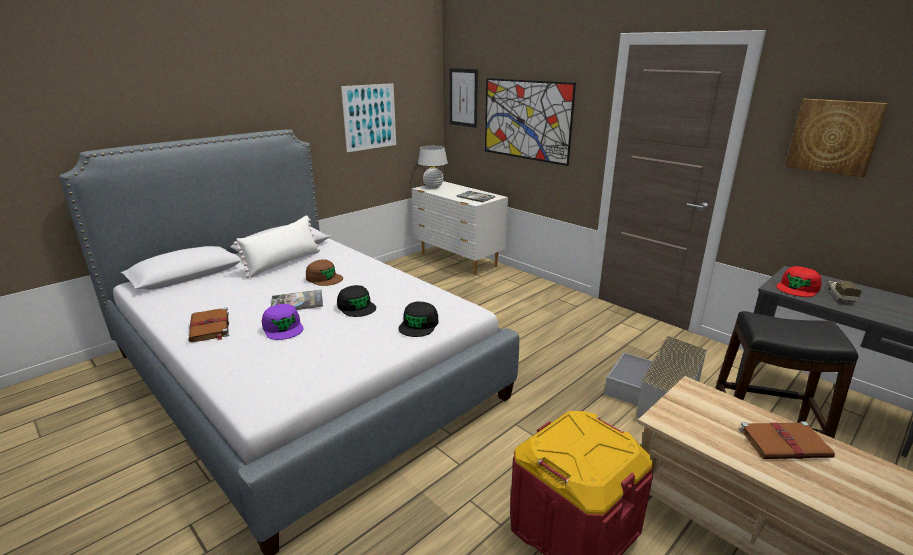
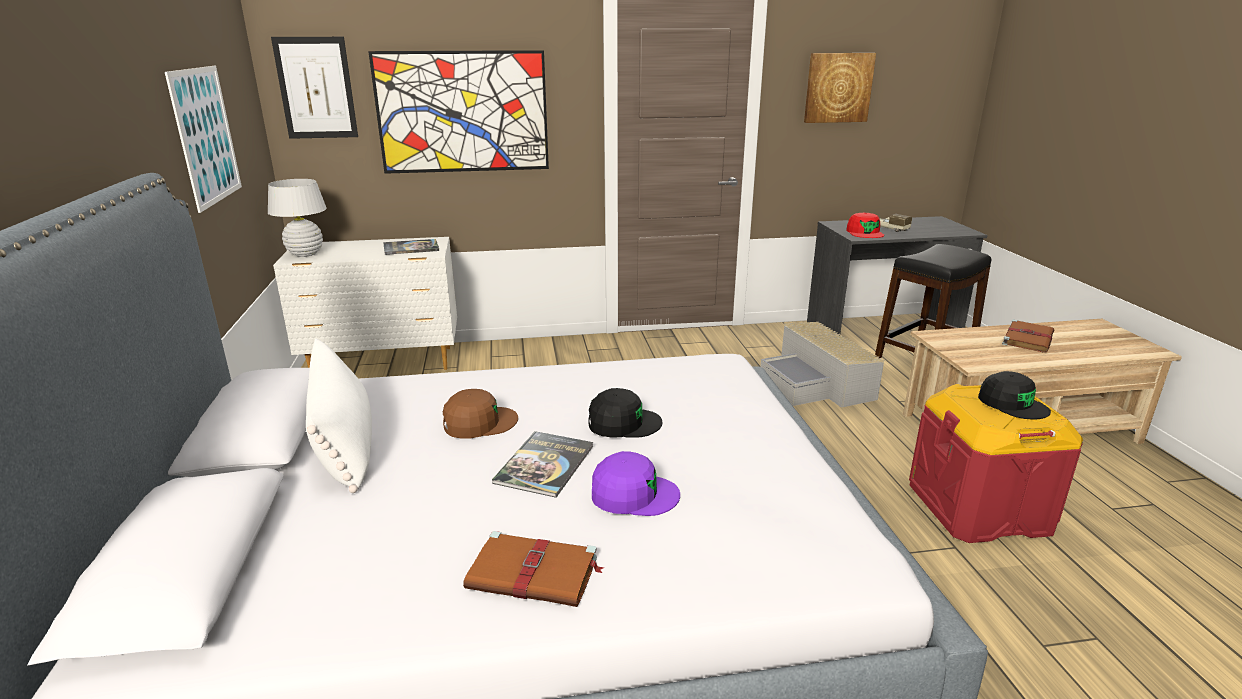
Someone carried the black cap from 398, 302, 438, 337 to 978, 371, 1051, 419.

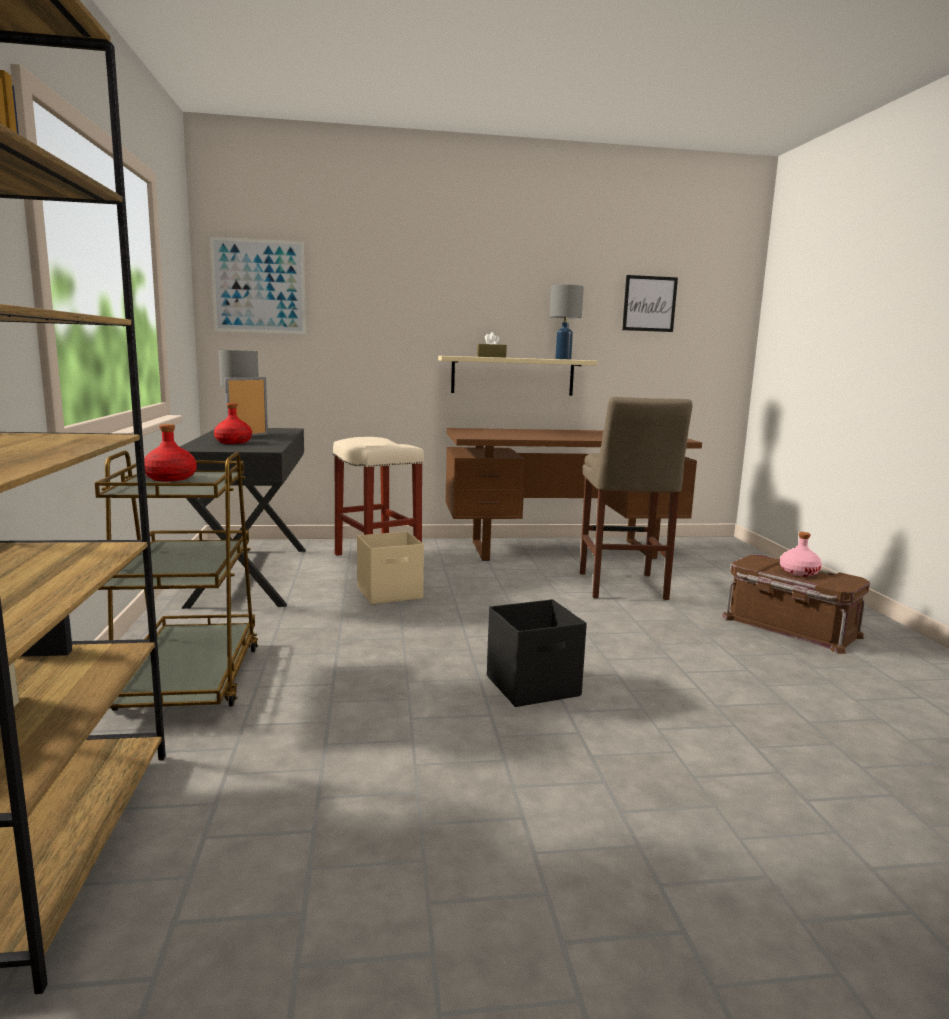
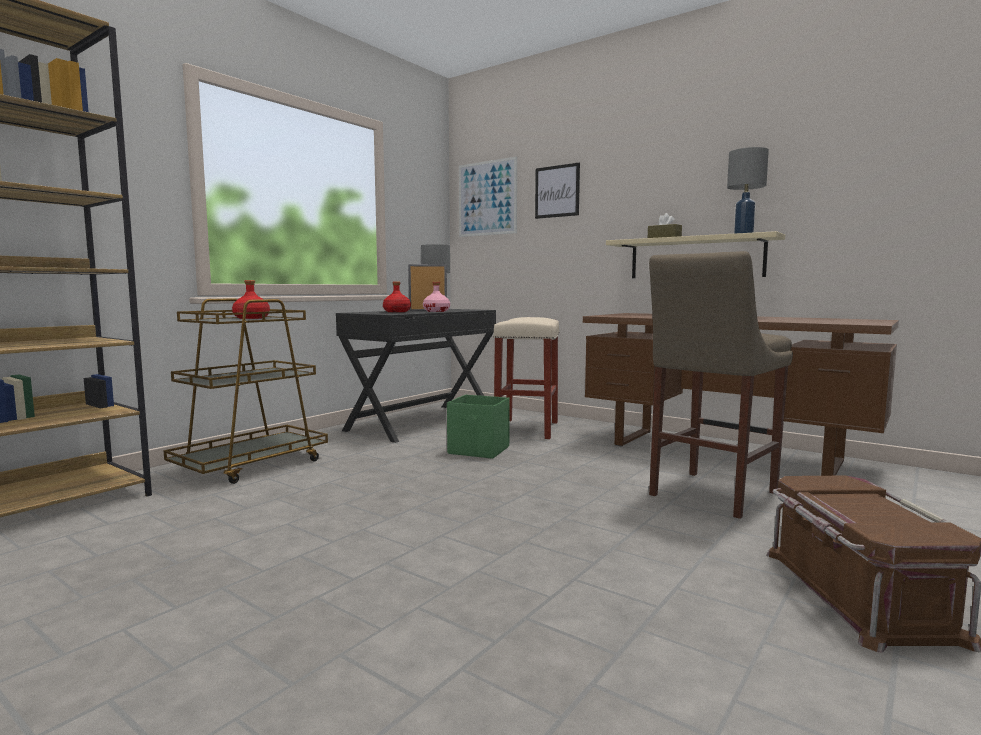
Someone repainted the beige storage box at 357, 531, 424, 604, which became the green storage box at 447, 395, 510, 459.
Someone took away the black storage box at 487, 599, 587, 707.
Someone carried the picture from 622, 275, 678, 332 to 535, 163, 580, 219.
Someone carried the pink bottle from 780, 532, 822, 577 to 423, 282, 450, 312.

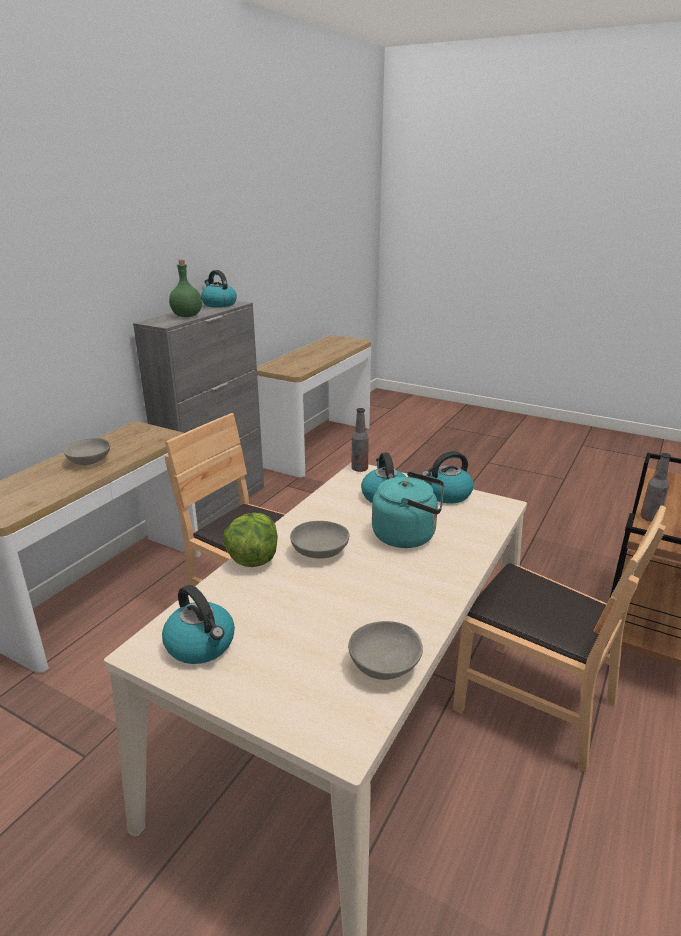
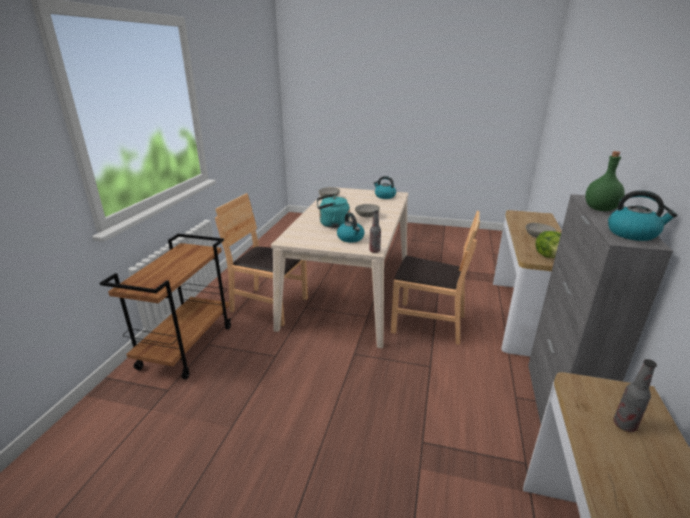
Someone carried the lettuce from 223, 513, 278, 567 to 535, 231, 561, 258.
Someone took away the kettle at 422, 451, 473, 503.
Someone carried the bottle from 640, 453, 671, 522 to 613, 359, 657, 432.

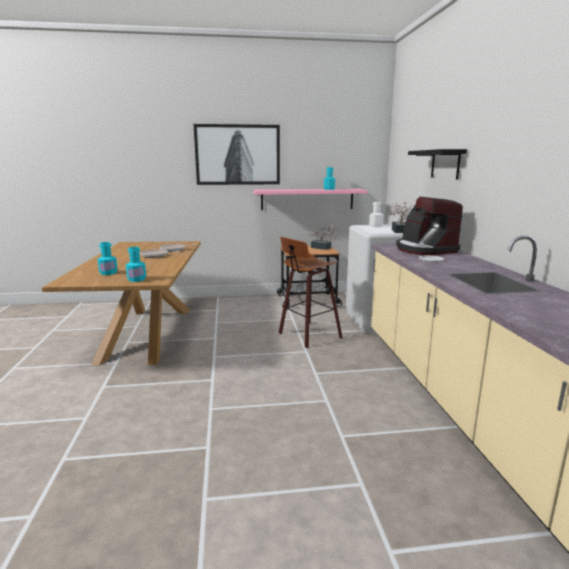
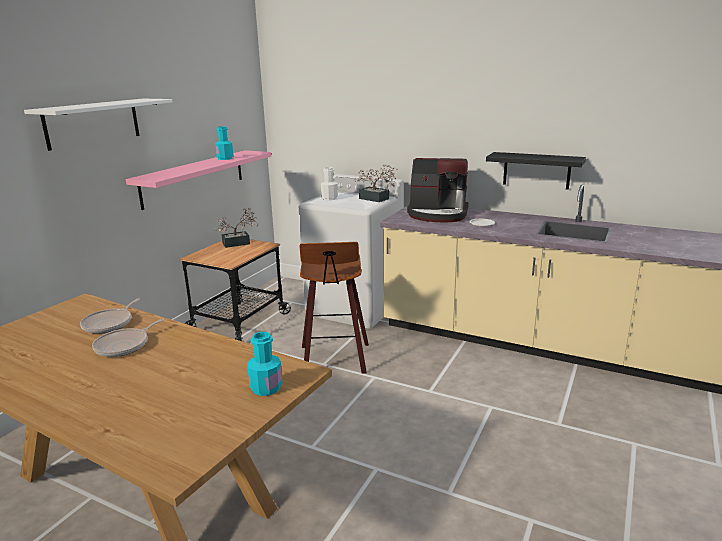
Someone took away the turquoise bottle at 98, 242, 118, 275.
Someone swapped the picture at 194, 124, 280, 185 for the white shelf at 24, 99, 173, 151.
Someone carried the black shelf from 408, 149, 467, 180 to 486, 152, 586, 190.

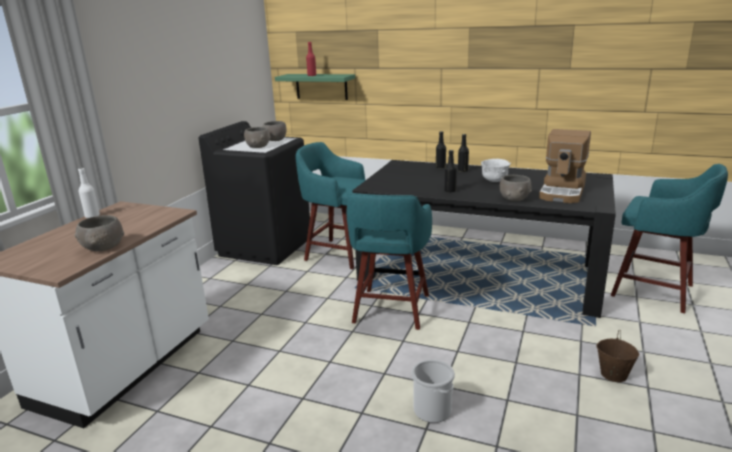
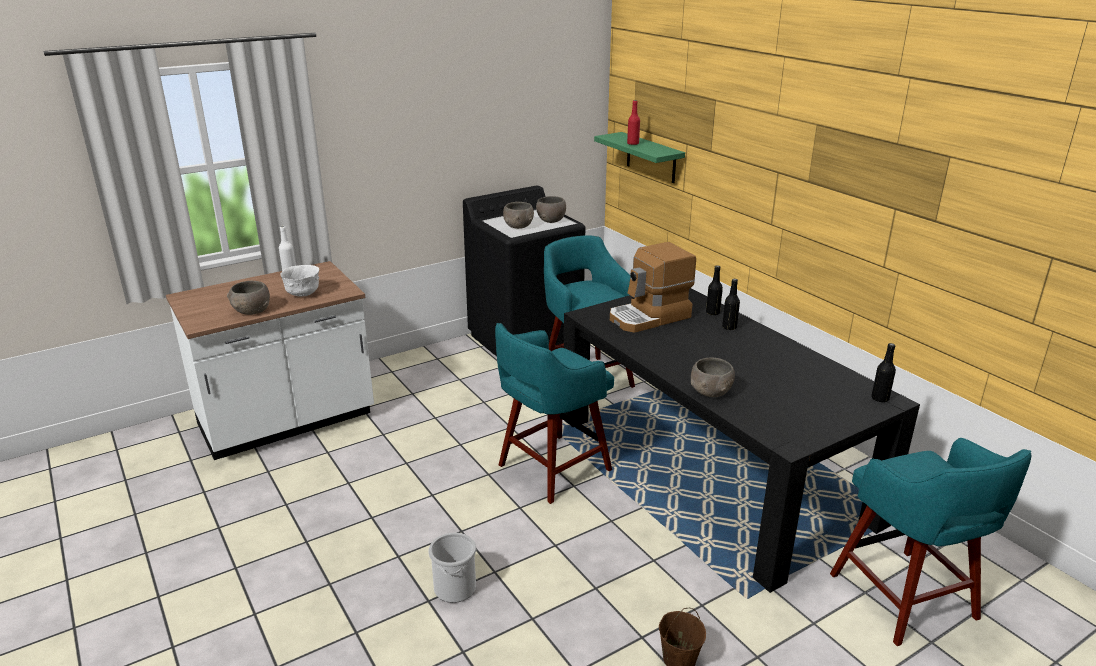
Someone carried the black bottle from 445, 150, 457, 192 to 871, 343, 896, 402.
Someone carried the white bowl from 481, 159, 511, 182 to 280, 265, 319, 297.
Someone carried the coffee machine from 539, 129, 591, 203 to 610, 242, 696, 333.

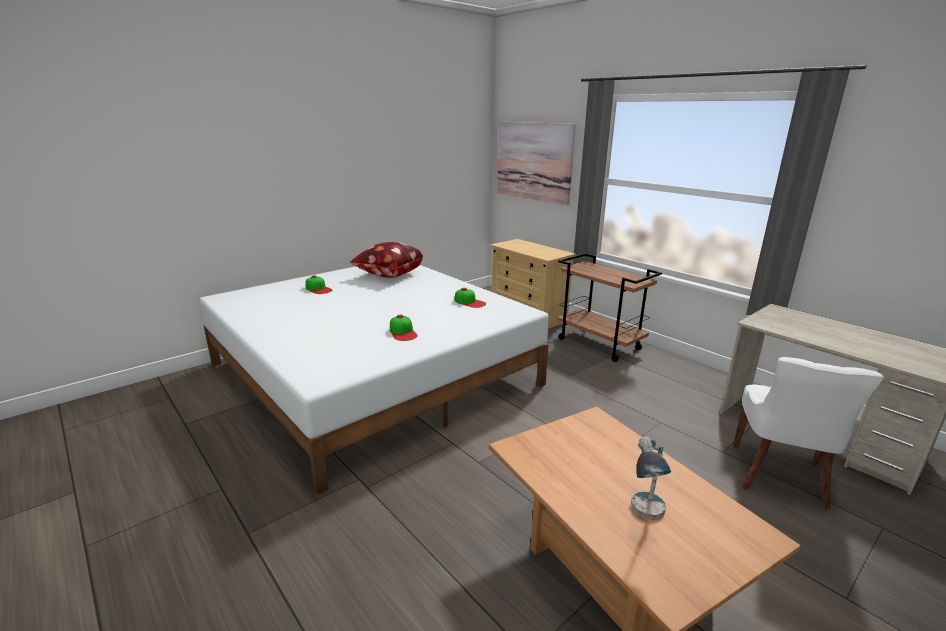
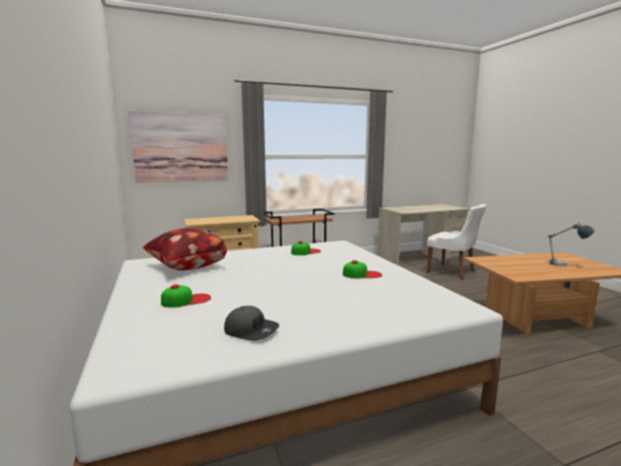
Someone put down the grey cap at 224, 306, 279, 341.

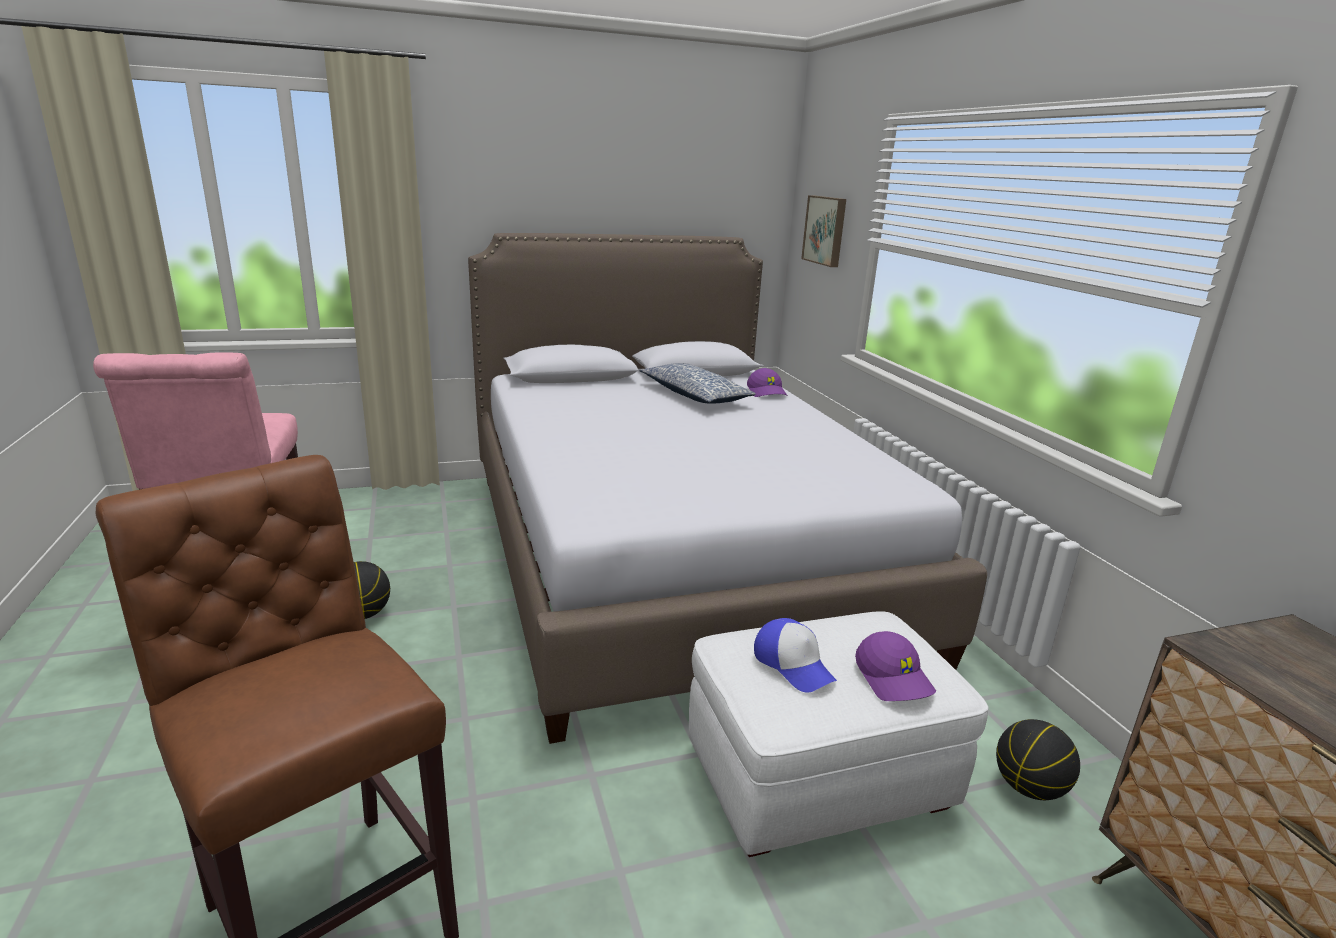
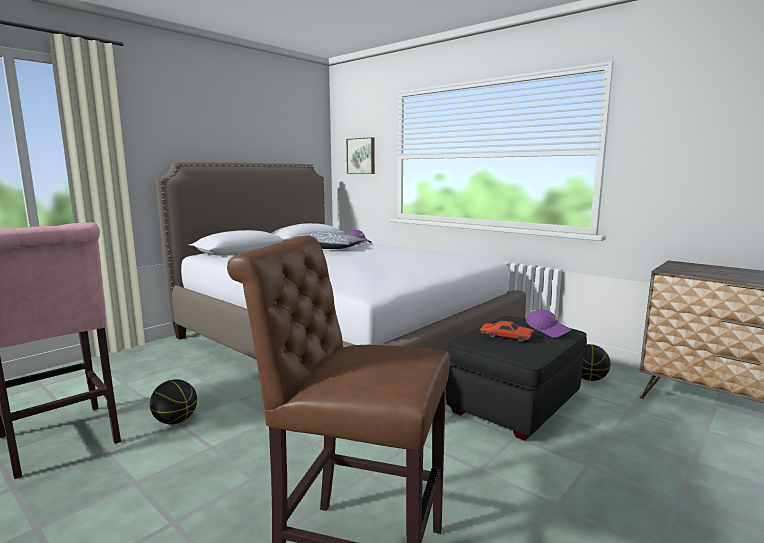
Someone repainted the white ottoman at 689, 611, 989, 857, which became the black ottoman at 446, 316, 587, 441.
Someone swapped the cap at 754, 618, 837, 693 for the red toy car at 480, 321, 534, 342.

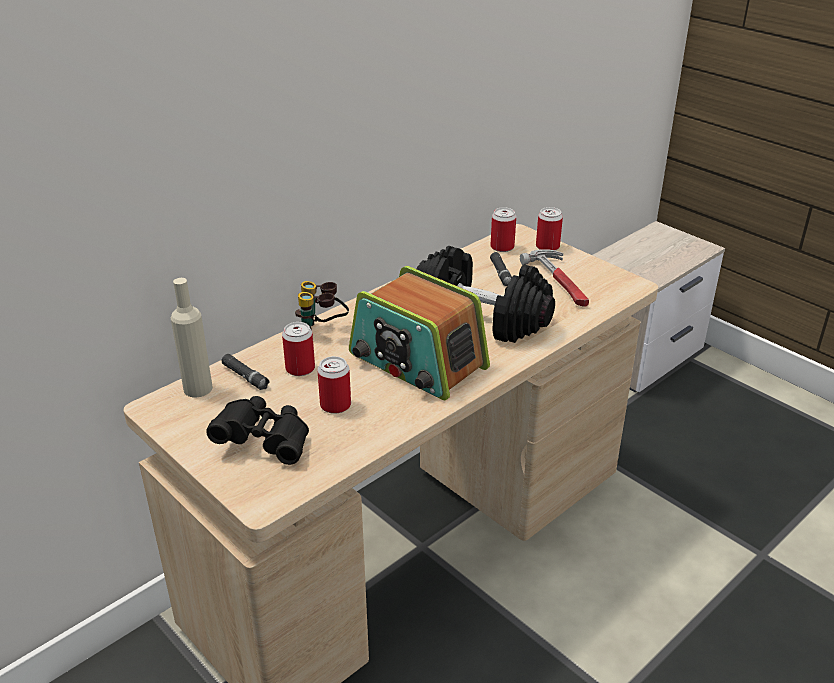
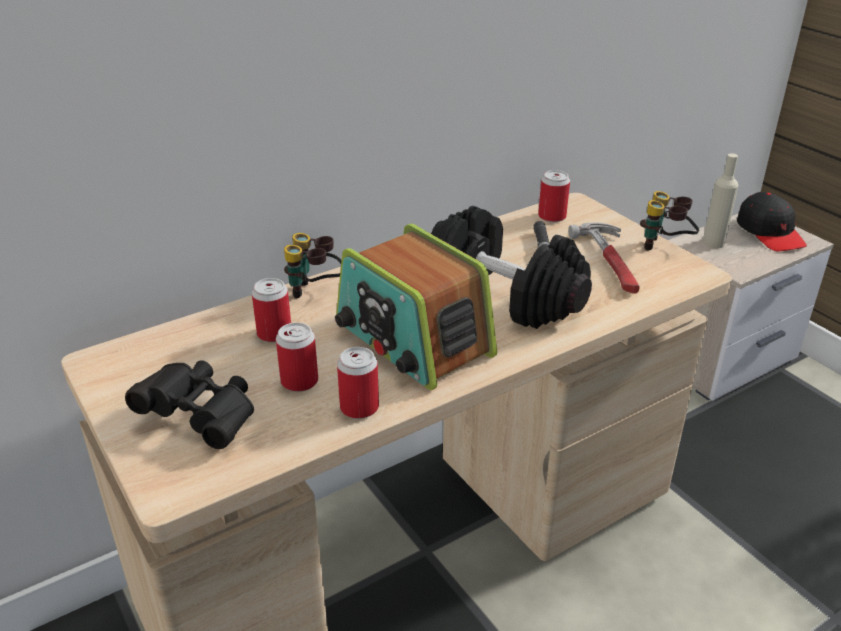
Someone carried the beige bottle from 171, 278, 213, 397 to 703, 153, 738, 248.
Someone took away the black flashlight at 221, 354, 270, 390.
Someone carried the can from 536, 207, 563, 251 to 337, 347, 379, 419.
Someone put down the binoculars at 640, 191, 699, 251.
Someone put down the black cap at 737, 192, 807, 251.

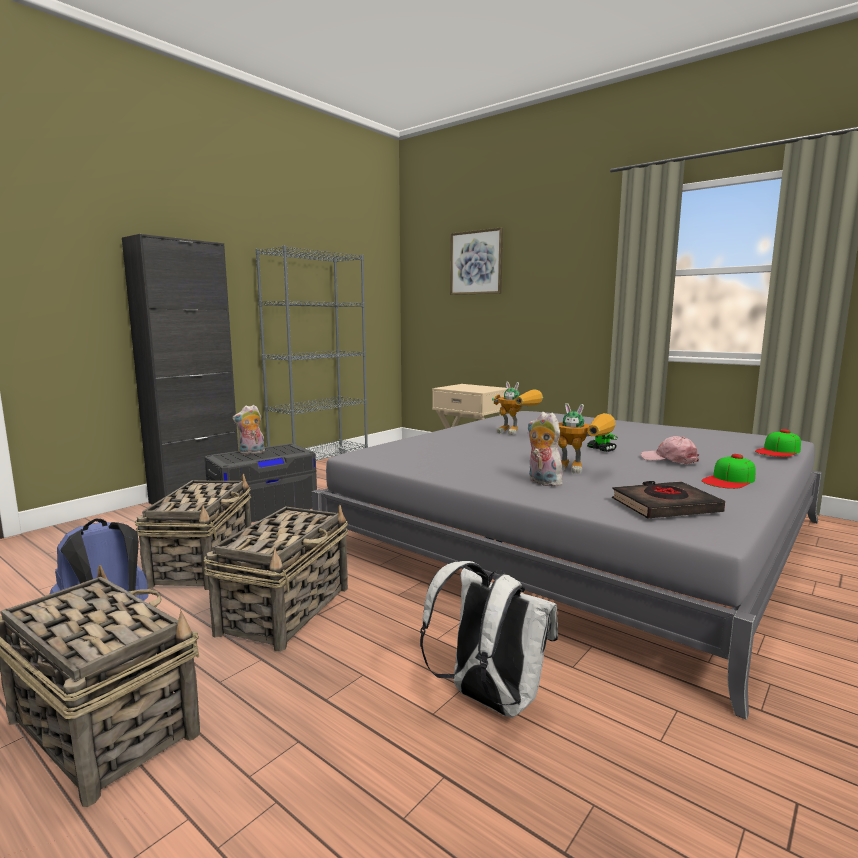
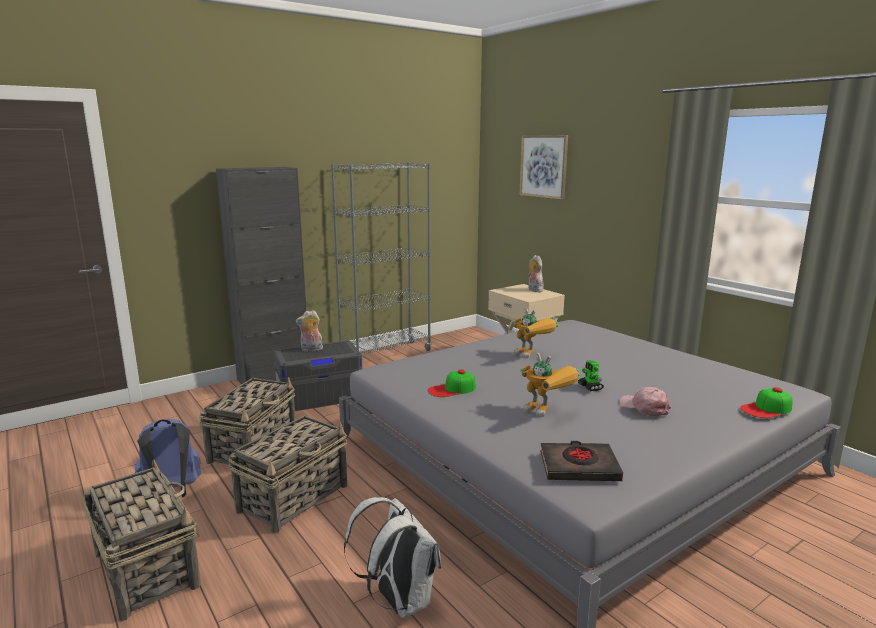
Someone carried the plush toy from 528, 412, 566, 486 to 528, 255, 544, 292.
Someone carried the cap from 701, 454, 756, 489 to 428, 369, 476, 397.

